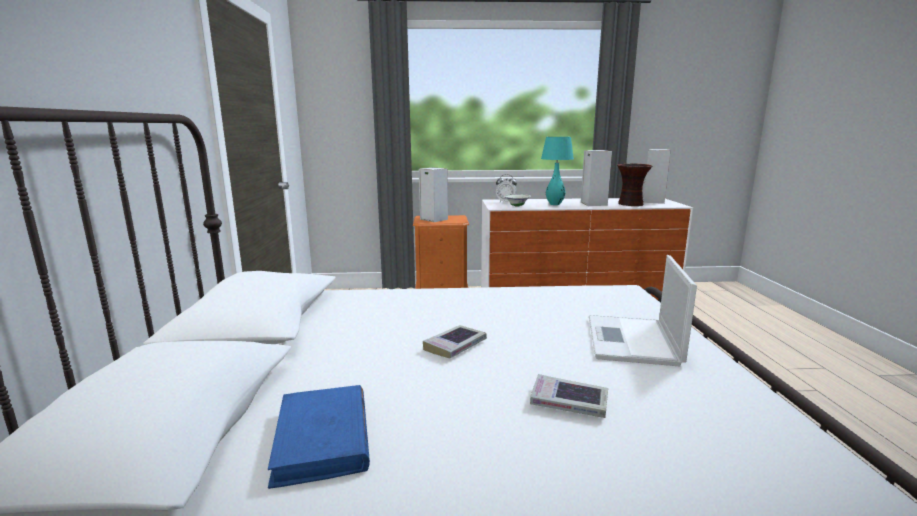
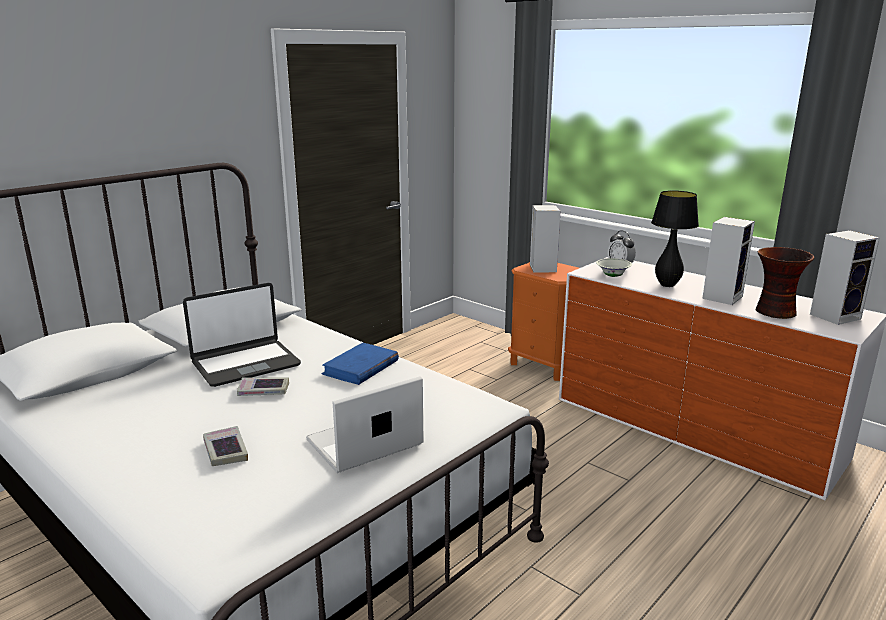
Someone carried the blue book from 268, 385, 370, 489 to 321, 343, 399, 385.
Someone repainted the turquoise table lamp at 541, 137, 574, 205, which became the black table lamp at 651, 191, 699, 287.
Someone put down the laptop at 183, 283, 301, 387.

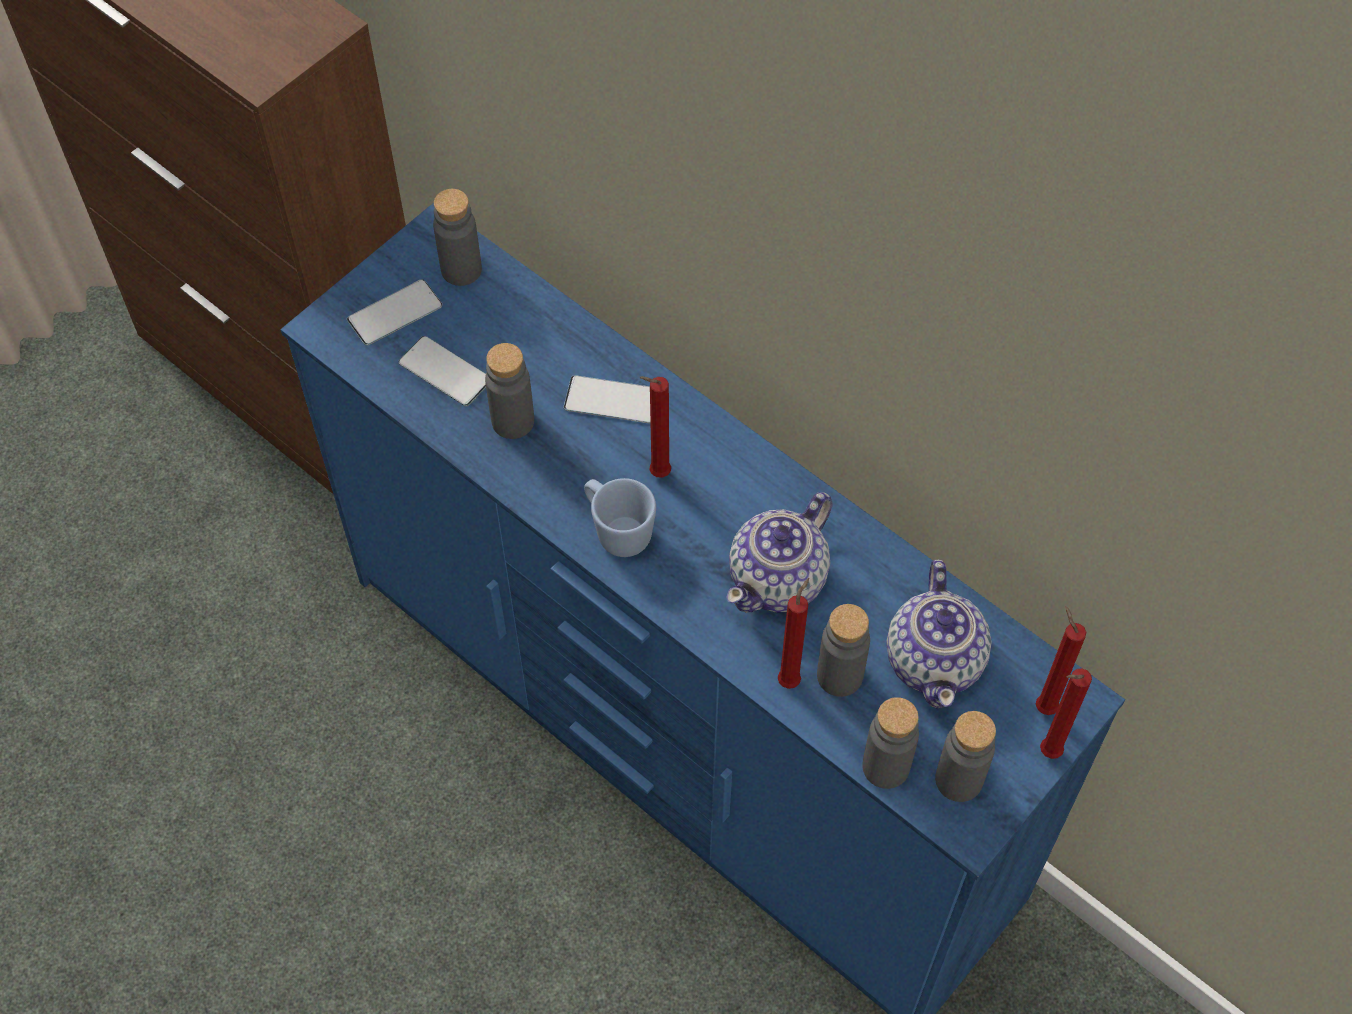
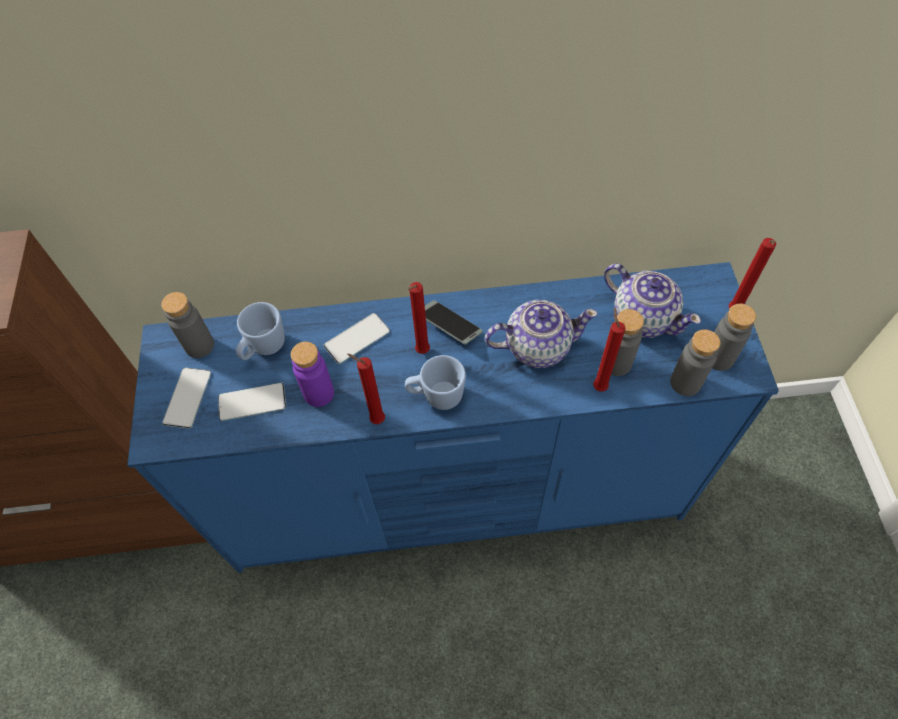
Someone repainted the grey bottle at 485, 343, 534, 439, which became the purple bottle at 291, 342, 334, 407.
Someone rotated the teapot at 727, 492, 833, 613 by 90 degrees counterclockwise.
Someone carried the red candle from 1036, 607, 1086, 715 to 347, 354, 385, 424.
Someone put down the blue mug at 236, 302, 285, 360.
Someone put down the phone at 425, 300, 483, 344.

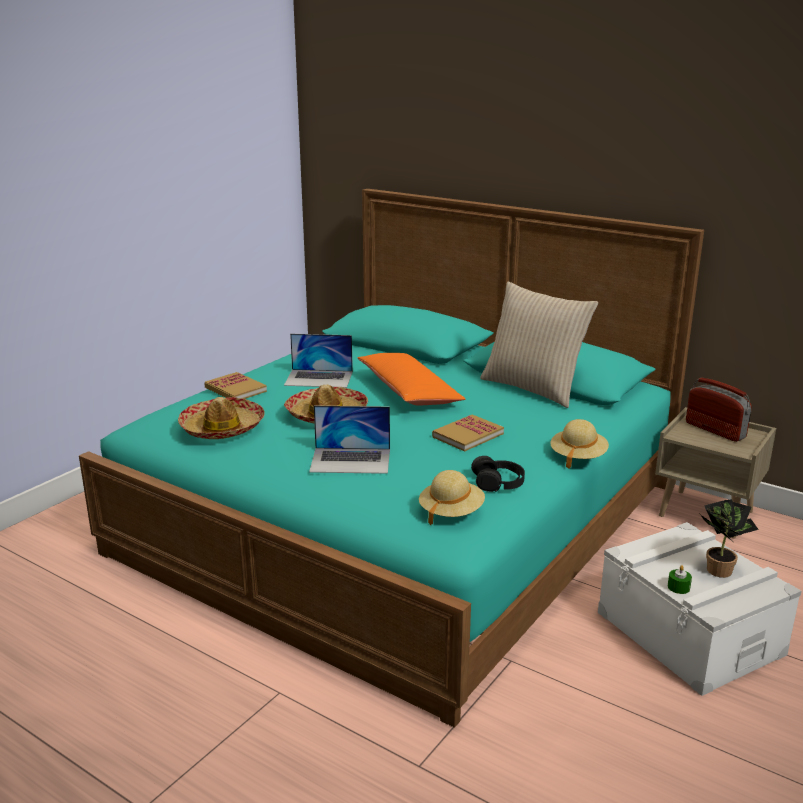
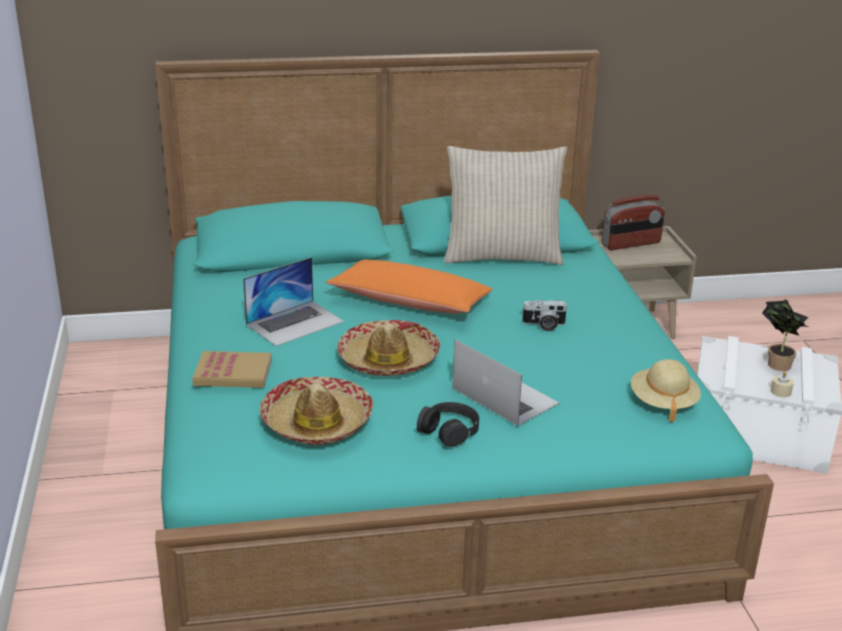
Someone rotated the laptop at 309, 406, 390, 474 by 90 degrees counterclockwise.
Someone swapped the book at 432, 415, 504, 452 for the photo camera at 522, 300, 568, 331.
Someone carried the black headphones from 471, 456, 525, 492 to 417, 402, 479, 447.
Someone took away the beige hat at 551, 419, 609, 469.
Someone repainted the green candle at 668, 565, 692, 594, which became the beige candle at 771, 371, 794, 397.
Someone rotated the radio at 686, 377, 752, 442 by 150 degrees clockwise.

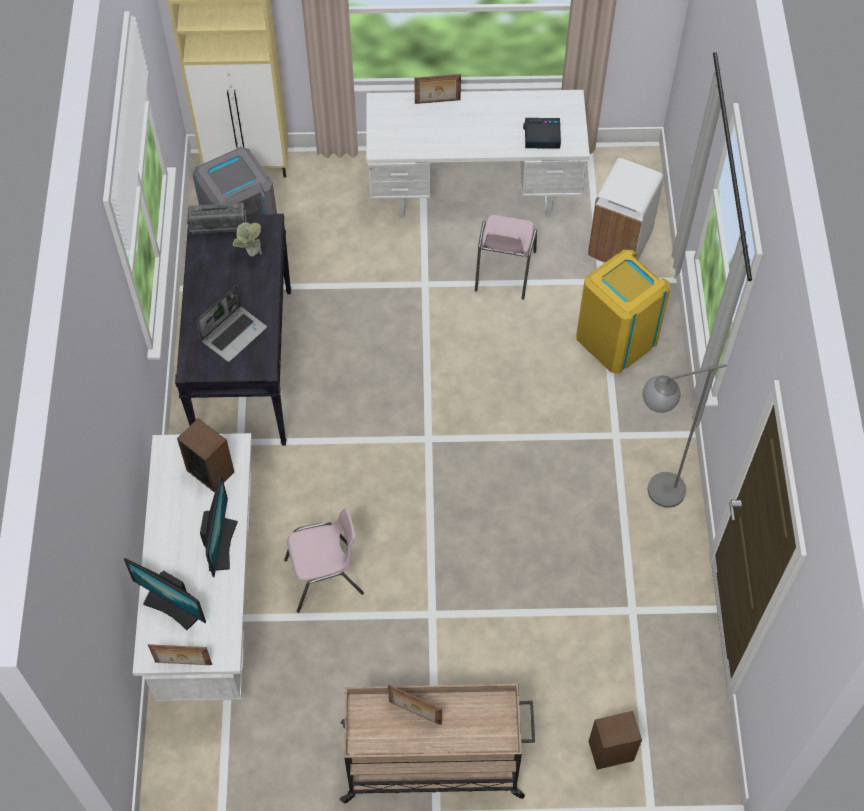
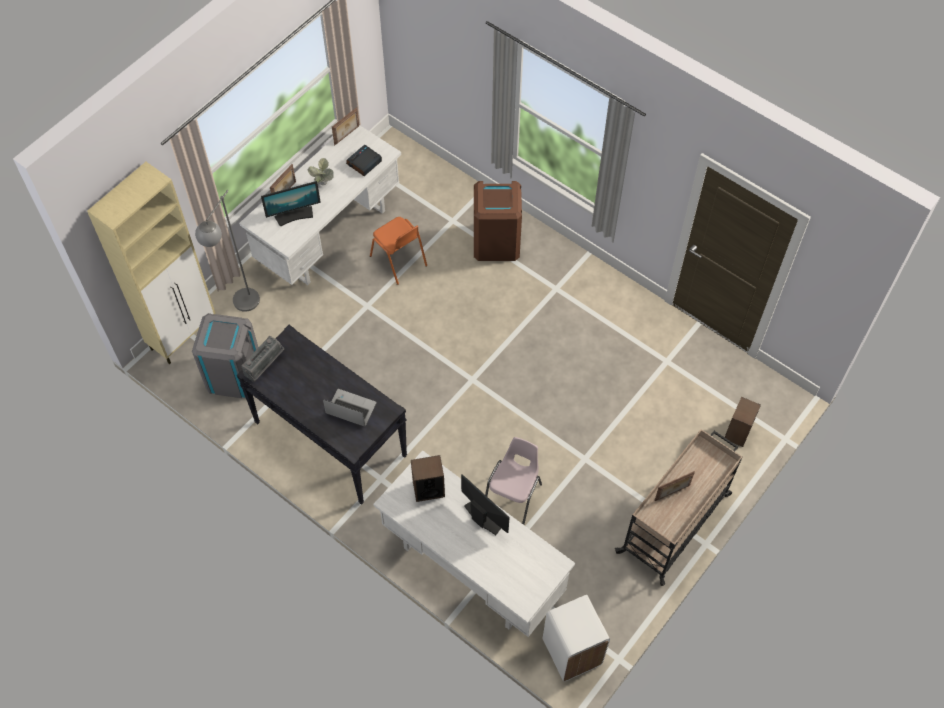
Someone carried the monitor from 124, 558, 206, 630 to 261, 181, 321, 227.
Someone carried the picture frame from 148, 644, 212, 665 to 332, 107, 359, 145.
Someone rotated the laptop at 196, 286, 267, 362 by 60 degrees counterclockwise.
Someone carried the potted plant from 233, 222, 262, 257 to 308, 158, 334, 185.
Someone repainted the pink chair at 475, 215, 537, 300, which became the orange chair at 370, 217, 427, 285.
Someone repainted the yellow trash can at 576, 249, 670, 373, which became the brown trash can at 474, 181, 522, 261.
Someone carried the white trash can from 588, 158, 664, 263 to 543, 595, 610, 682.
Someone carried the grey floor lamp from 643, 364, 727, 508 to 195, 190, 260, 312.

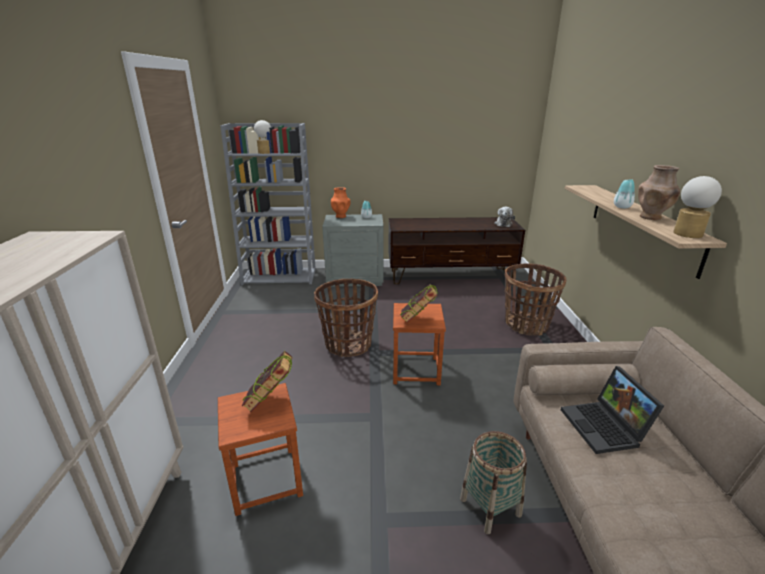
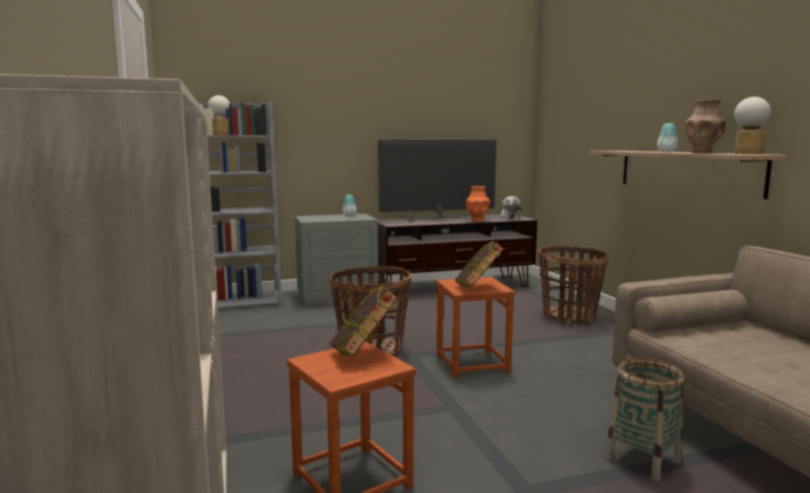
Someone carried the orange vase from 331, 187, 351, 218 to 465, 186, 490, 222.
Someone took away the laptop at 561, 366, 664, 454.
Someone put down the television at 378, 139, 497, 221.

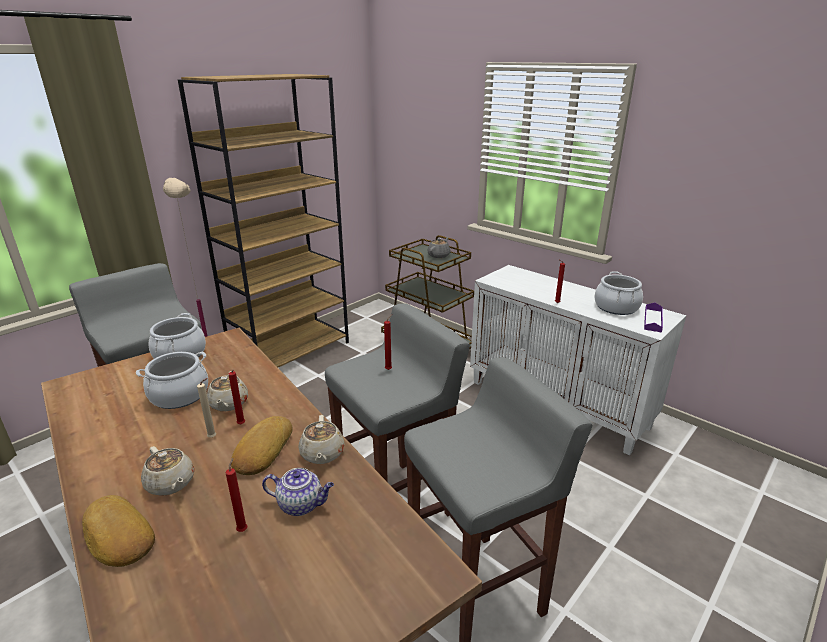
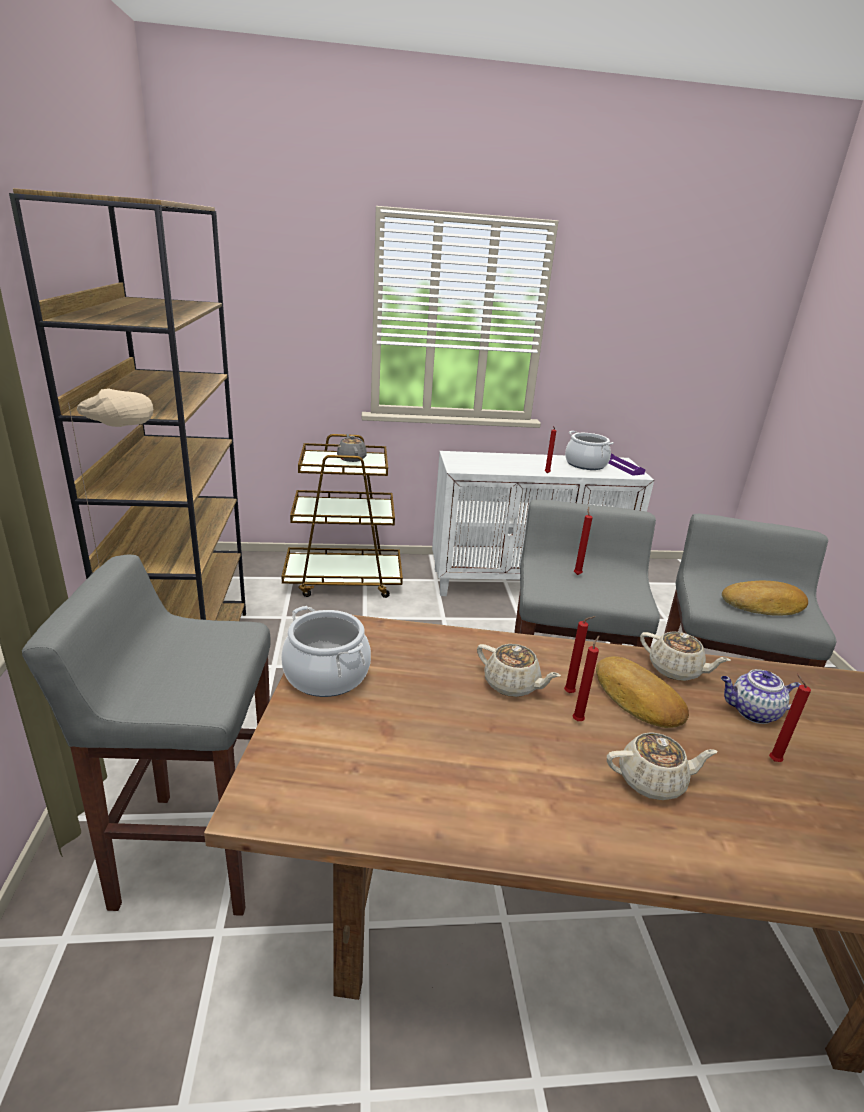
Someone carried the bread from 82, 495, 155, 567 to 722, 581, 808, 616.
Someone took away the cooking pot at 136, 352, 208, 409.
Someone repainted the beige candle at 197, 378, 216, 438, which became the red candle at 573, 636, 599, 721.
Someone rotated the teapot at 262, 468, 334, 516 by 135 degrees counterclockwise.

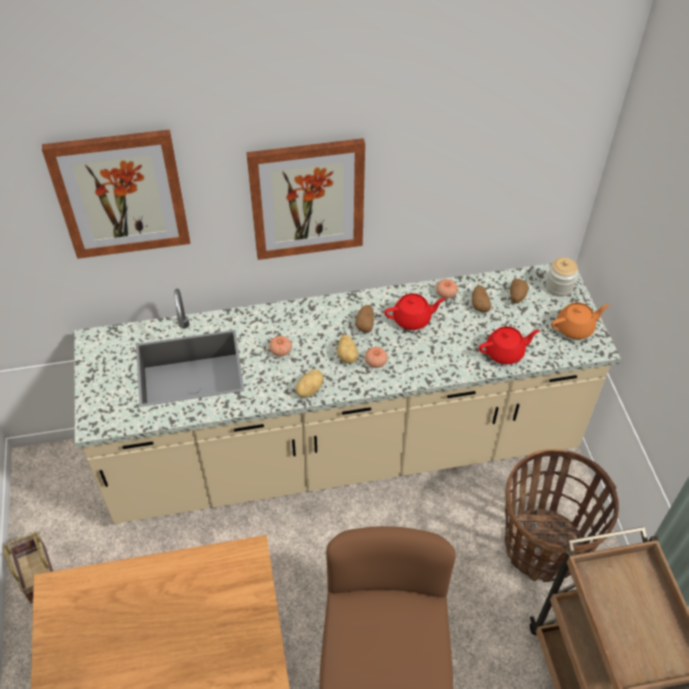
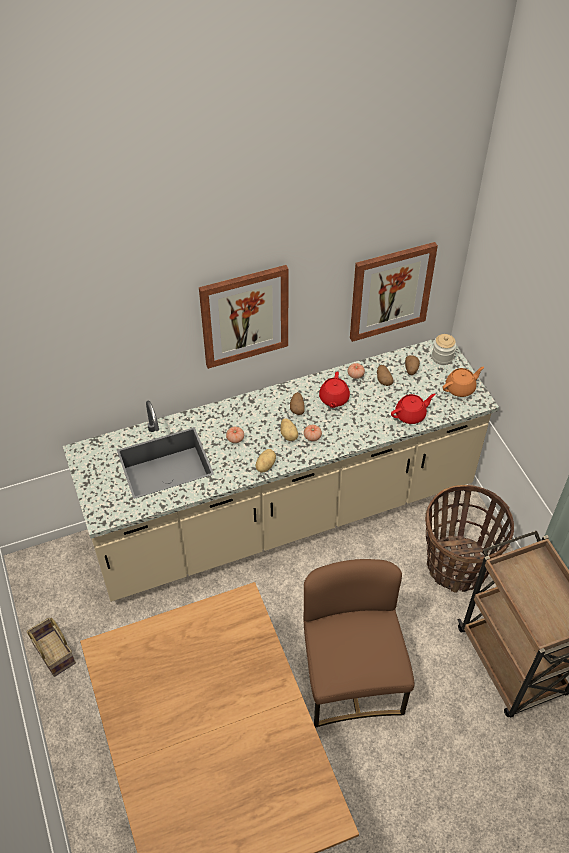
Someone carried the picture from 42, 129, 190, 259 to 350, 242, 438, 342.
Someone rotated the red teapot at 384, 293, 445, 330 by 120 degrees clockwise.

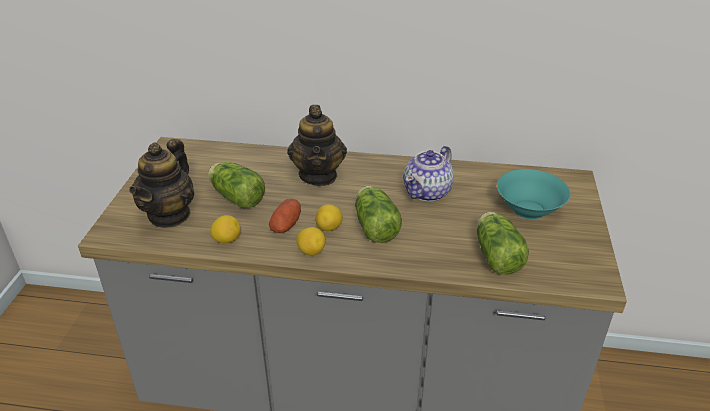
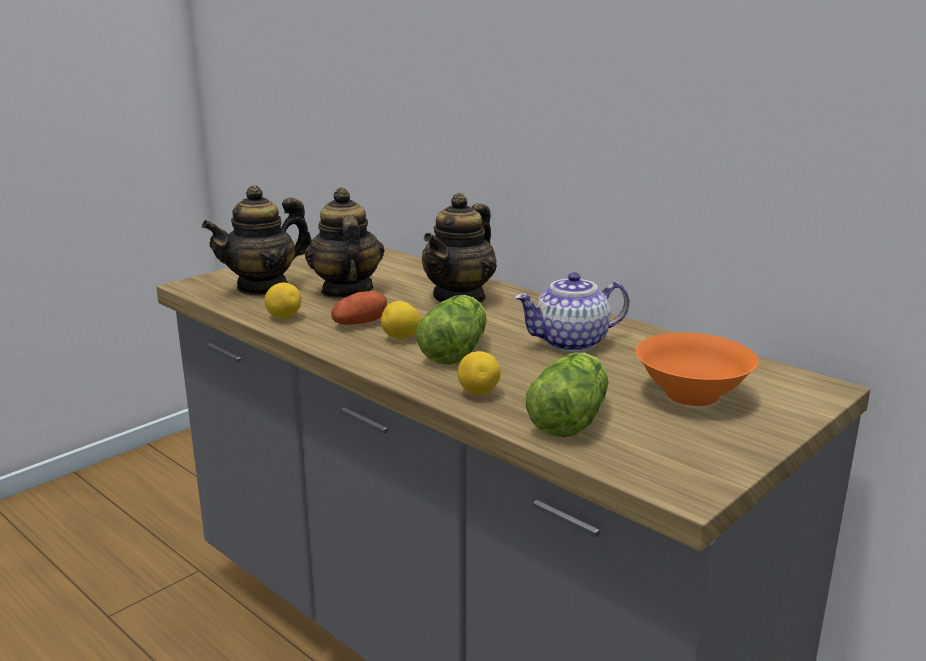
Someone swapped the lettuce at 208, 162, 265, 208 for the teapot at 305, 187, 384, 298.
Someone carried the lemon from 296, 227, 326, 256 to 458, 351, 501, 395.
Someone repainted the turquoise bowl at 497, 169, 570, 220, which became the orange bowl at 636, 332, 758, 406.

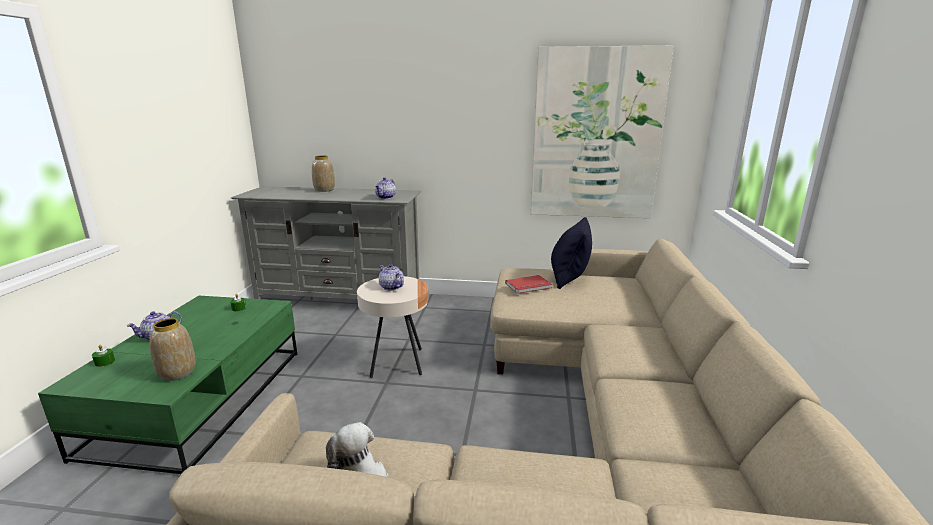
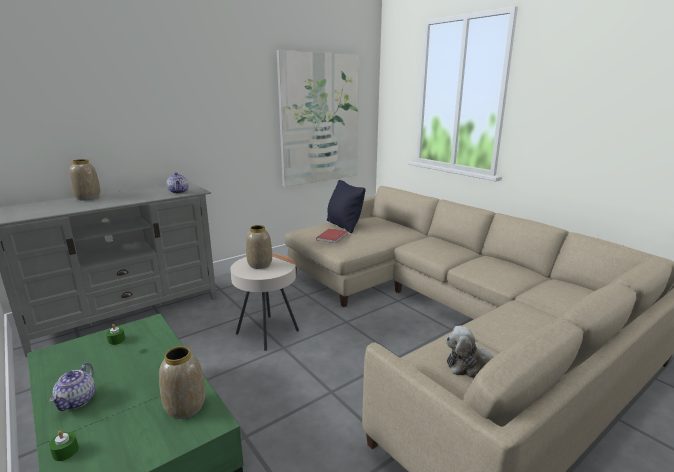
Someone swapped the teapot at 379, 264, 404, 290 for the vase at 246, 225, 272, 269.

